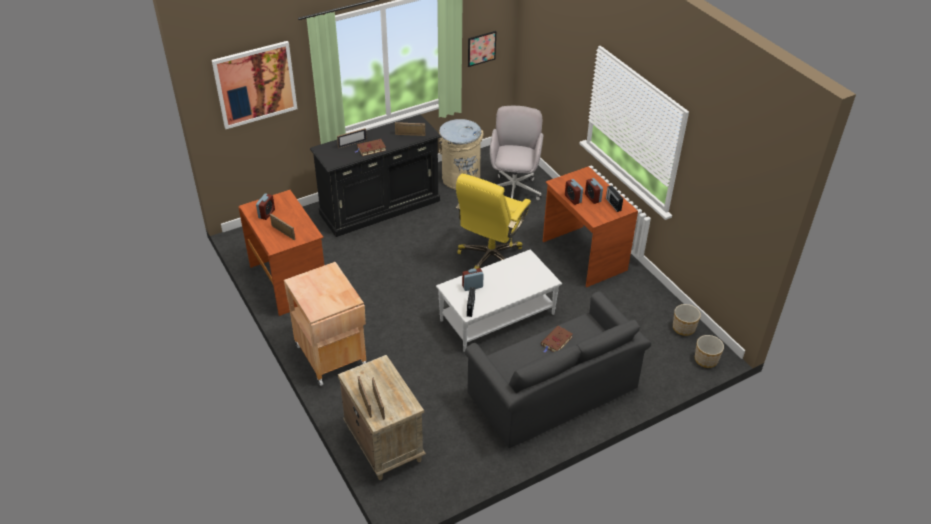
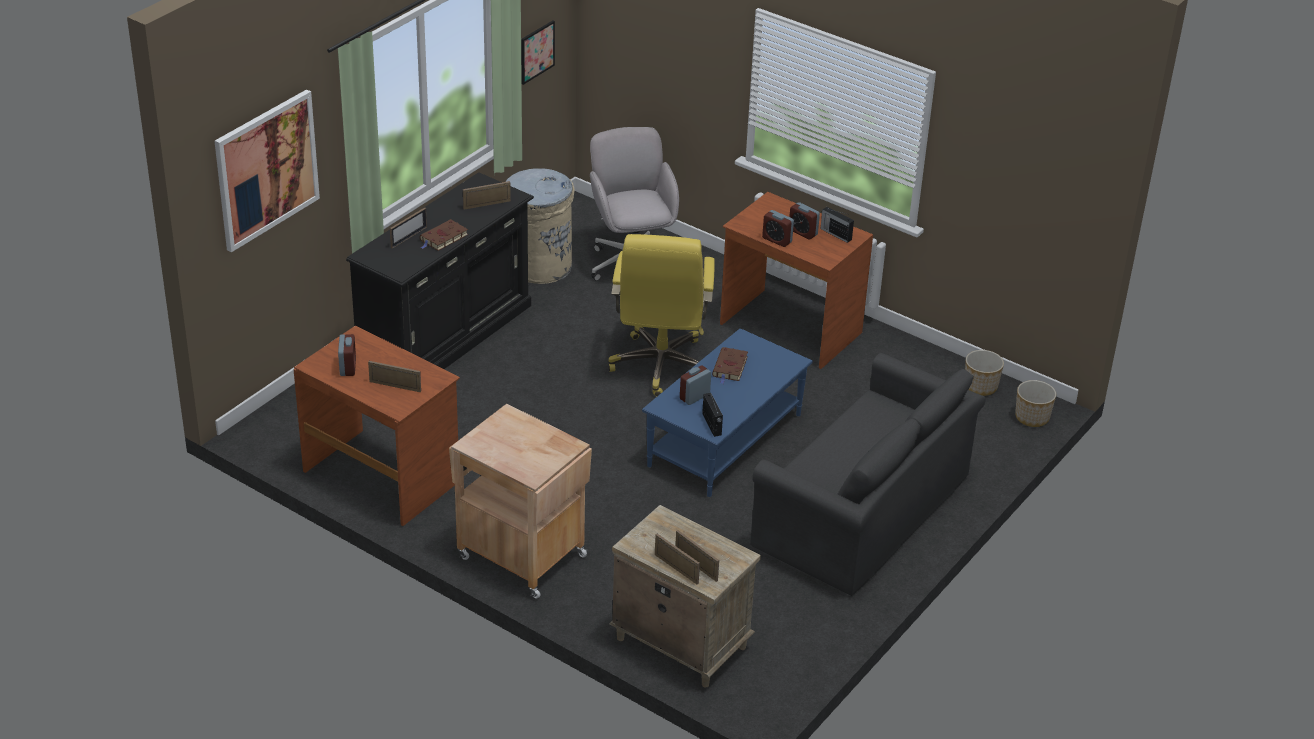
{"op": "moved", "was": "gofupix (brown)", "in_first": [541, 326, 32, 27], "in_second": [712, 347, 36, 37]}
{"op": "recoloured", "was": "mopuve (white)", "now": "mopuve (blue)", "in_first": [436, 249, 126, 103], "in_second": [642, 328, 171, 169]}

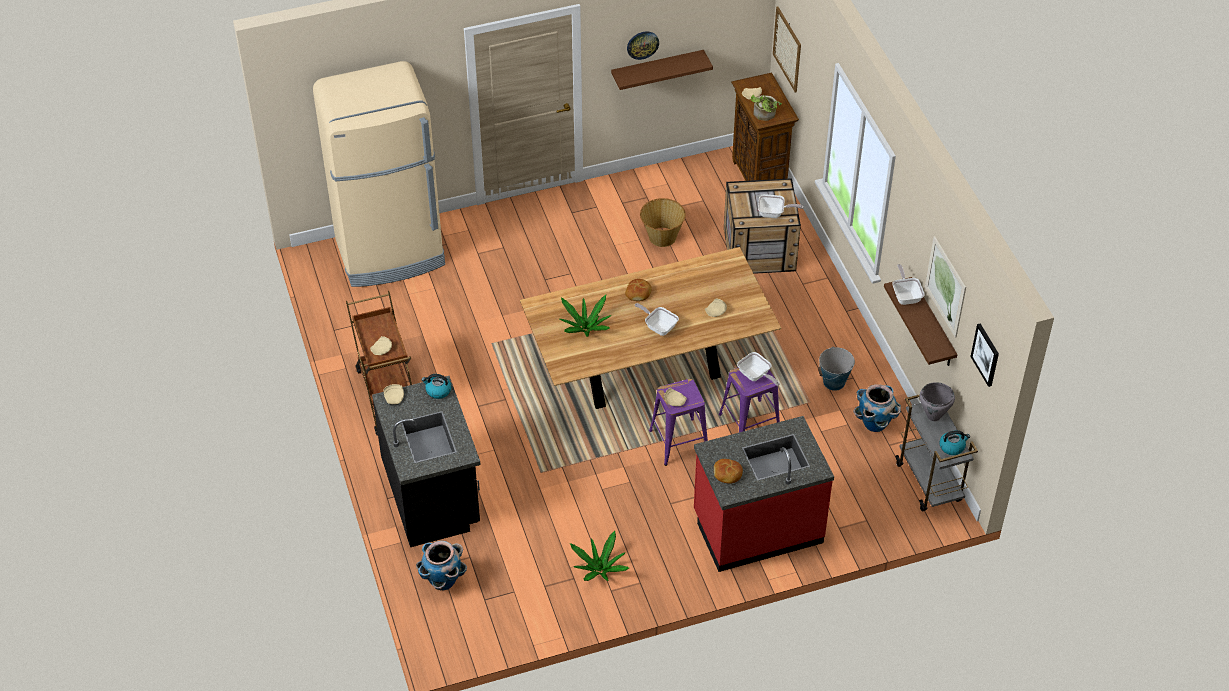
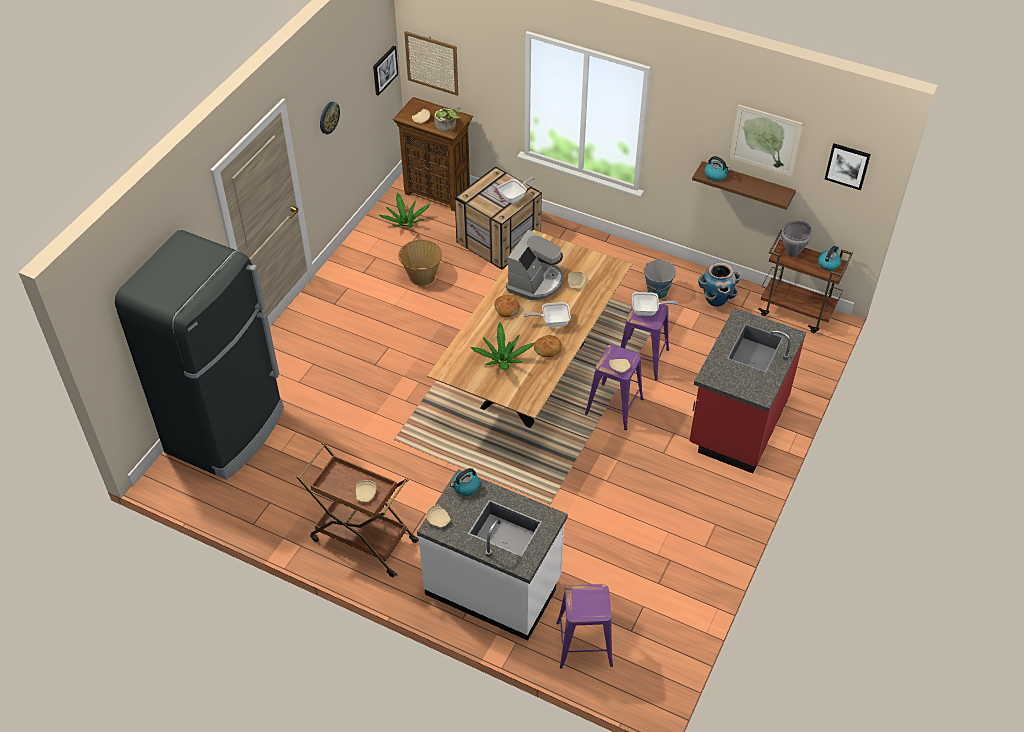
{"op": "removed", "was": "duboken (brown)", "in_first": [611, 50, 102, 40]}
{"op": "added", "now": "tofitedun", "in_second": [373, 45, 25, 51]}
{"op": "added", "now": "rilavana", "in_second": [506, 230, 58, 71]}
{"op": "moved", "was": "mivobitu", "in_first": [570, 531, 59, 50], "in_second": [379, 192, 51, 35]}
{"op": "moved", "was": "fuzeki", "in_first": [714, 459, 29, 25], "in_second": [534, 335, 28, 22]}
{"op": "replaced", "was": "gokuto", "now": "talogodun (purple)", "in_first": [416, 541, 51, 49], "in_second": [557, 584, 56, 85]}
{"op": "replaced", "was": "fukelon", "now": "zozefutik", "in_first": [892, 264, 33, 41], "in_second": [705, 156, 26, 25]}
{"op": "recoloured", "was": "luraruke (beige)", "now": "luraruke (black)", "in_first": [313, 61, 132, 226], "in_second": [115, 230, 169, 250]}
{"op": "recoloured", "was": "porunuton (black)", "now": "porunuton (white)", "in_first": [372, 376, 109, 171], "in_second": [417, 469, 151, 172]}
{"op": "recoloured", "was": "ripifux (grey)", "now": "ripifux (brown)", "in_first": [895, 394, 83, 118], "in_second": [758, 230, 95, 103]}

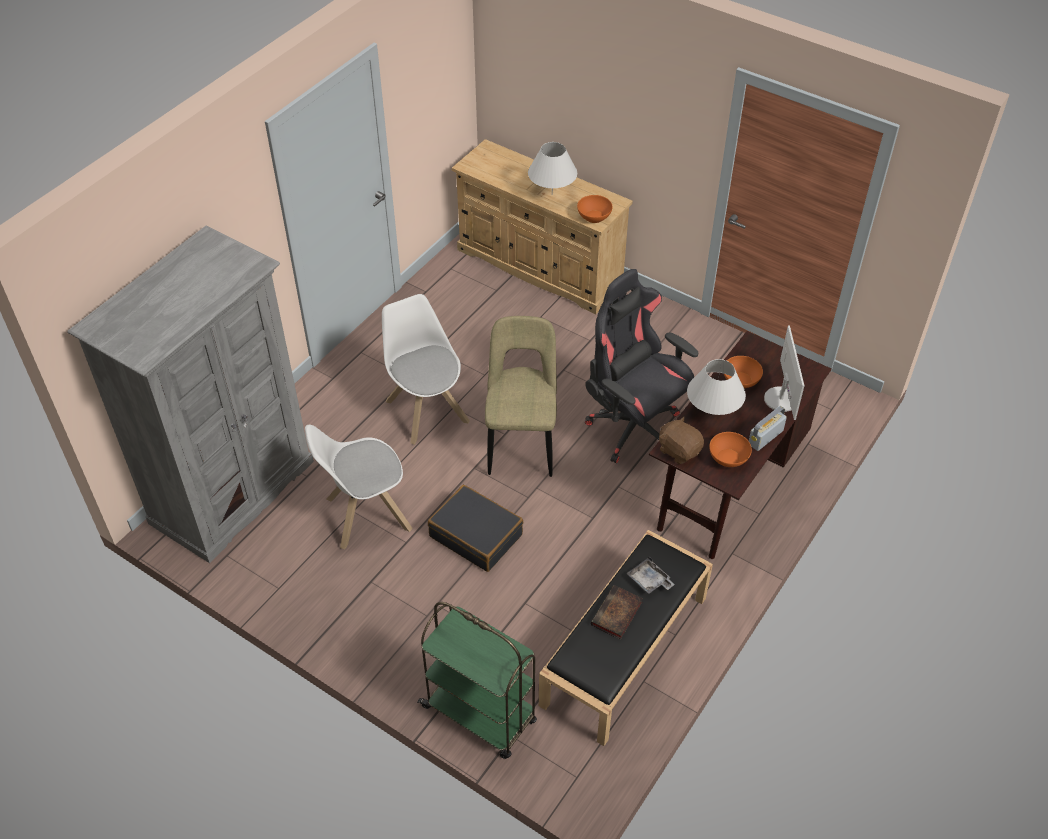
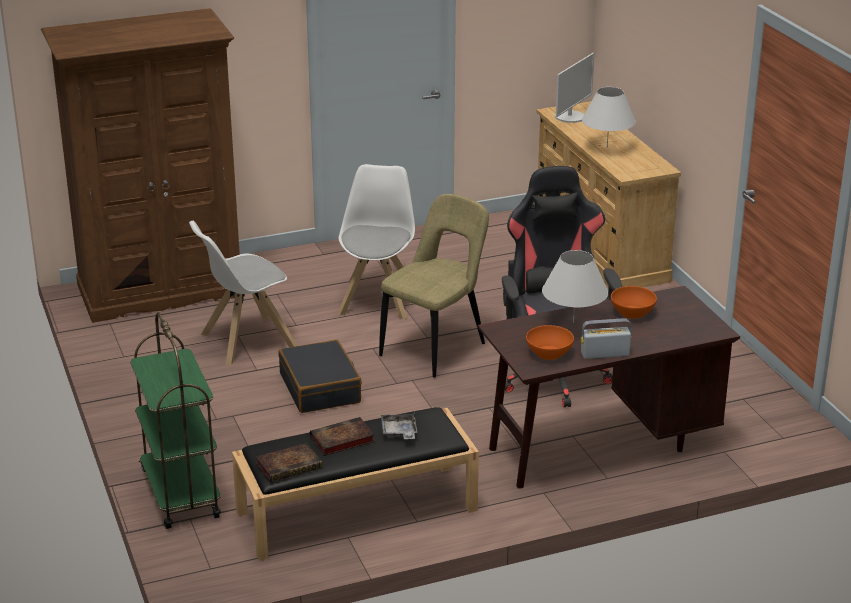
{"op": "removed", "was": "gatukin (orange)", "in_first": [577, 195, 35, 28]}
{"op": "removed", "was": "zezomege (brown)", "in_first": [659, 417, 45, 47]}
{"op": "added", "now": "gofupix", "in_second": [256, 443, 66, 39]}
{"op": "moved", "was": "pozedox", "in_first": [764, 326, 40, 94], "in_second": [555, 53, 39, 70]}
{"op": "recoloured", "was": "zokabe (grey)", "now": "zokabe (brown)", "in_first": [67, 225, 247, 338], "in_second": [41, 8, 204, 315]}
{"op": "turned", "was": "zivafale", "in_first": [305, 425, 108, 124], "in_second": [189, 221, 109, 144], "clockwise": -45}

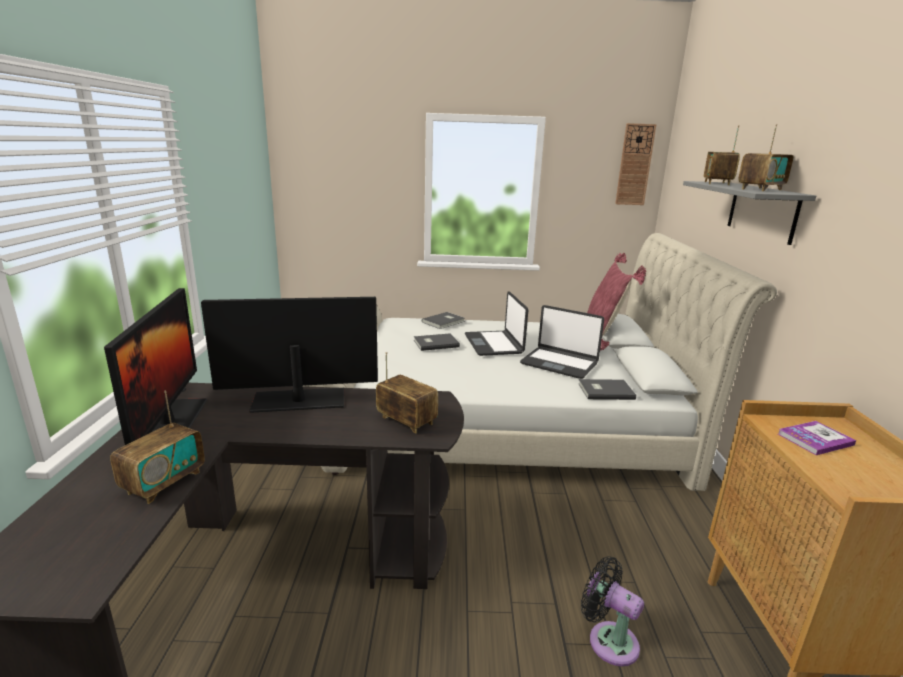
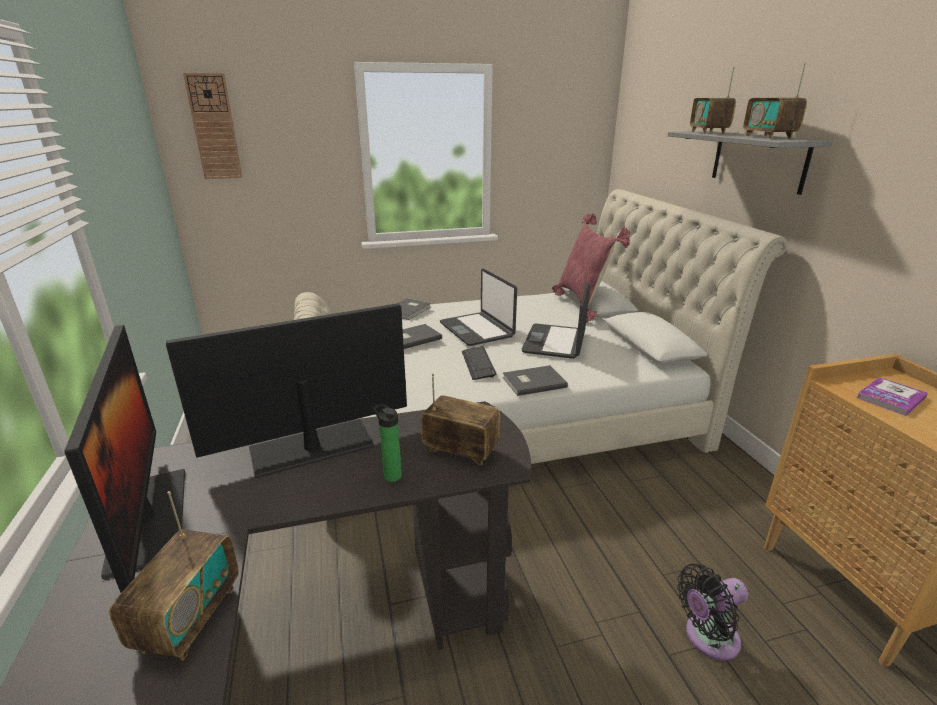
{"op": "added", "now": "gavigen", "in_second": [373, 403, 29, 79]}
{"op": "added", "now": "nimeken", "in_second": [462, 346, 34, 34]}
{"op": "moved", "was": "gofupix (grey)", "in_first": [578, 379, 58, 21], "in_second": [503, 365, 65, 31]}
{"op": "moved", "was": "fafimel", "in_first": [615, 123, 42, 82], "in_second": [183, 73, 60, 106]}
{"op": "turned", "was": "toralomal", "in_first": [520, 305, 84, 74], "in_second": [522, 282, 68, 77], "clockwise": 90}
{"op": "turned", "was": "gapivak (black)", "in_first": [581, 556, 63, 110], "in_second": [677, 564, 71, 97], "clockwise": -45}
{"op": "turned", "was": "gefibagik", "in_first": [739, 124, 54, 67], "in_second": [743, 63, 64, 76], "clockwise": 135}

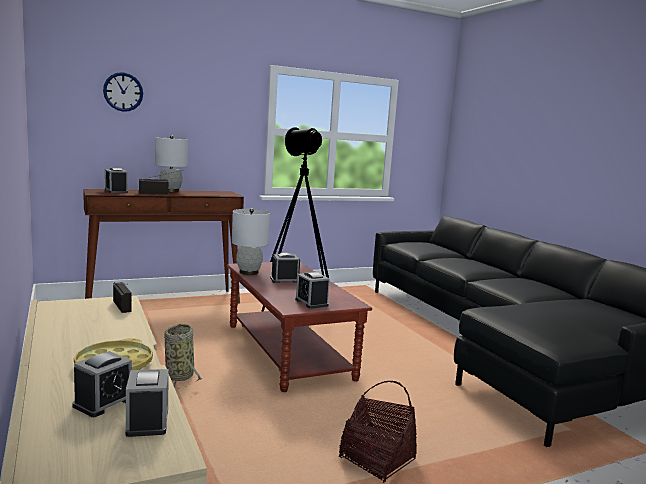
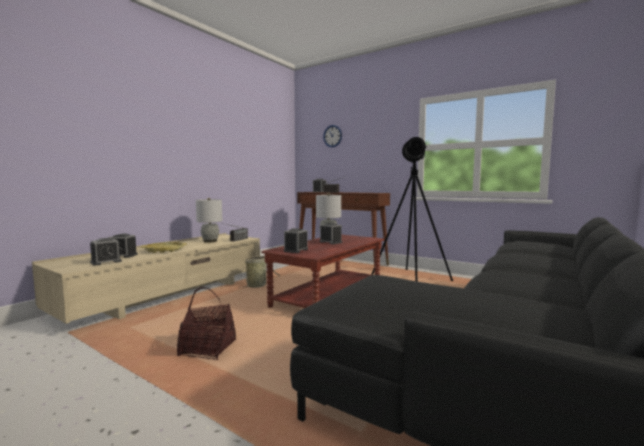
{"op": "moved", "was": "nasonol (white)", "in_first": [155, 135, 33, 57], "in_second": [196, 198, 26, 45]}

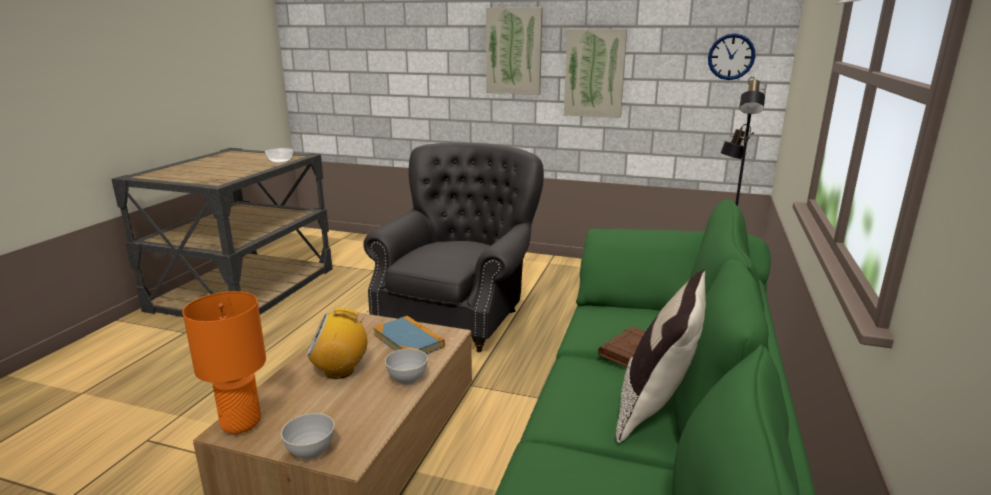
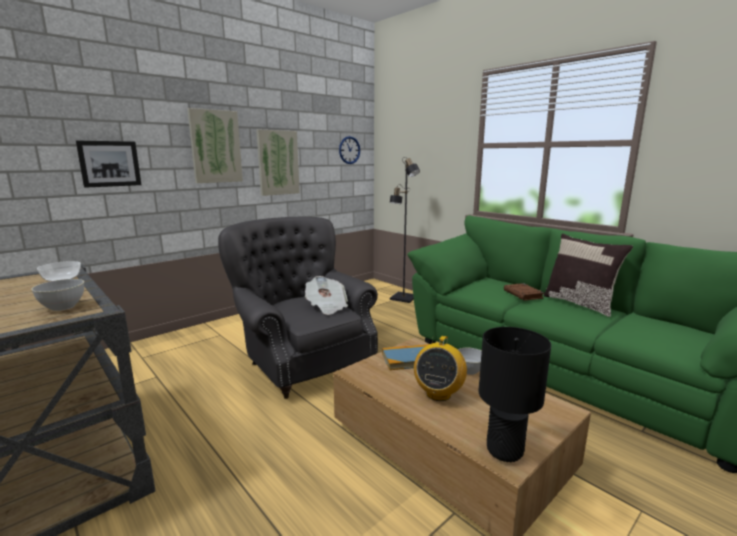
{"op": "added", "now": "tofitedun", "in_second": [76, 140, 65, 48]}
{"op": "added", "now": "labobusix", "in_second": [305, 276, 43, 39]}
{"op": "moved", "was": "gatukin (grey)", "in_first": [281, 413, 53, 47], "in_second": [31, 279, 53, 32]}
{"op": "recoloured", "was": "nasonol (orange)", "now": "nasonol (black)", "in_first": [182, 291, 84, 143], "in_second": [478, 327, 73, 135]}

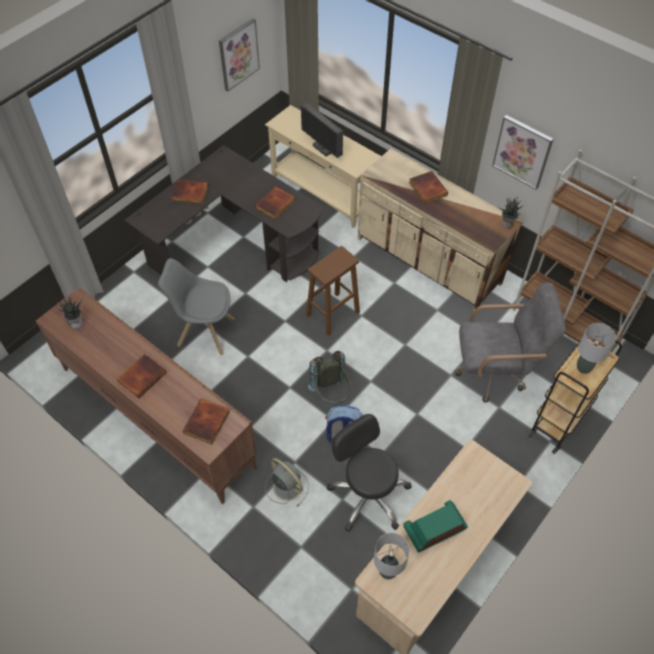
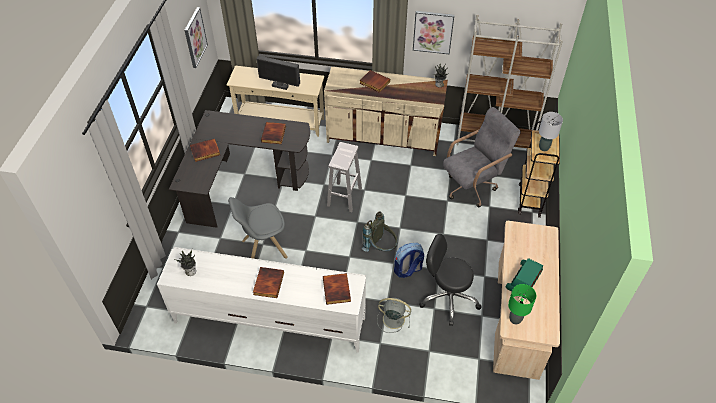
{"op": "recoloured", "was": "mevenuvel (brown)", "now": "mevenuvel (white)", "in_first": [36, 288, 221, 216], "in_second": [157, 247, 209, 106]}
{"op": "recoloured", "was": "talogodun (brown)", "now": "talogodun (white)", "in_first": [306, 246, 54, 90], "in_second": [327, 142, 35, 70]}
{"op": "recoloured", "was": "nasonol (grey)", "now": "nasonol (green)", "in_first": [374, 533, 36, 46], "in_second": [508, 284, 28, 40]}

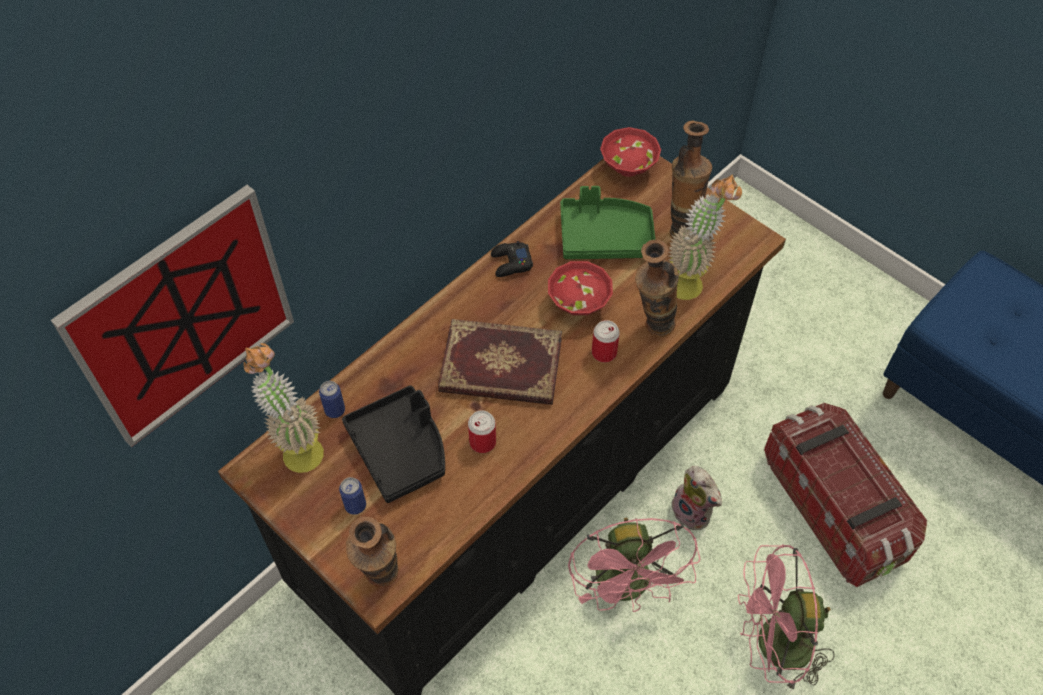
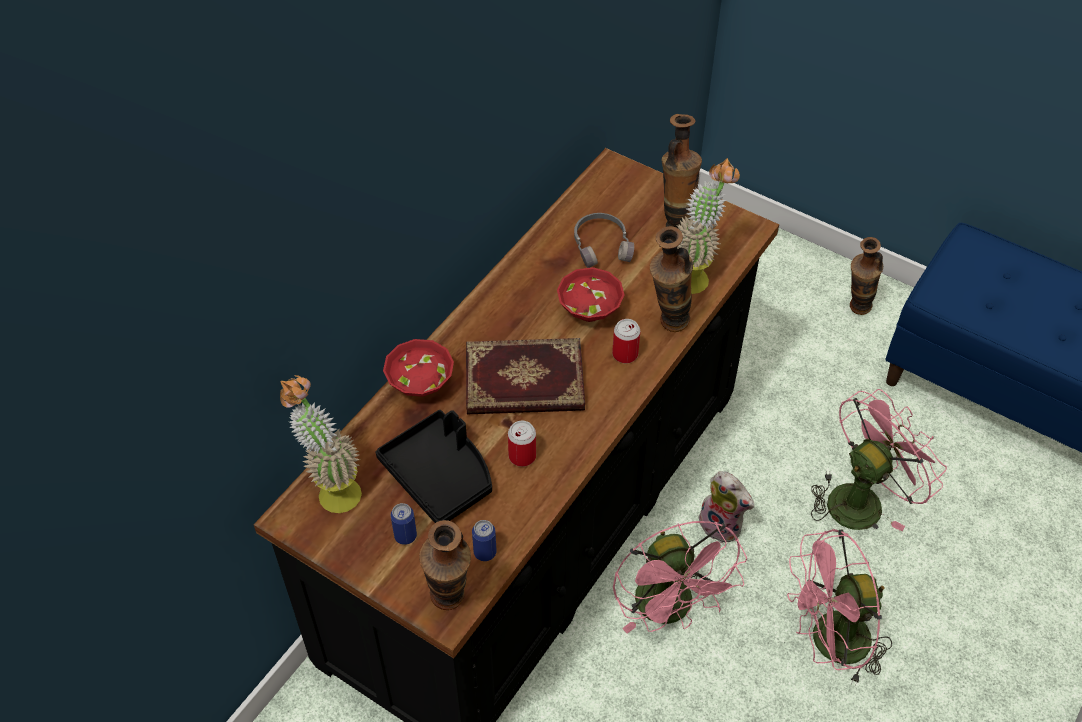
{"op": "removed", "was": "tofitedun", "in_first": [51, 185, 243, 262]}
{"op": "removed", "was": "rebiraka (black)", "in_first": [491, 241, 42, 36]}
{"op": "added", "now": "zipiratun", "in_second": [850, 237, 33, 78]}
{"op": "moved", "was": "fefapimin", "in_first": [319, 381, 26, 37], "in_second": [472, 520, 25, 41]}
{"op": "moved", "was": "gatukin (red)", "in_first": [600, 127, 61, 50], "in_second": [383, 339, 71, 58]}
{"op": "replaced", "was": "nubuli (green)", "now": "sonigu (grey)", "in_first": [560, 186, 96, 73], "in_second": [574, 213, 60, 55]}
{"op": "replaced", "was": "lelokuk", "now": "gapivak (pink)", "in_first": [764, 403, 163, 184], "in_second": [811, 389, 136, 142]}

